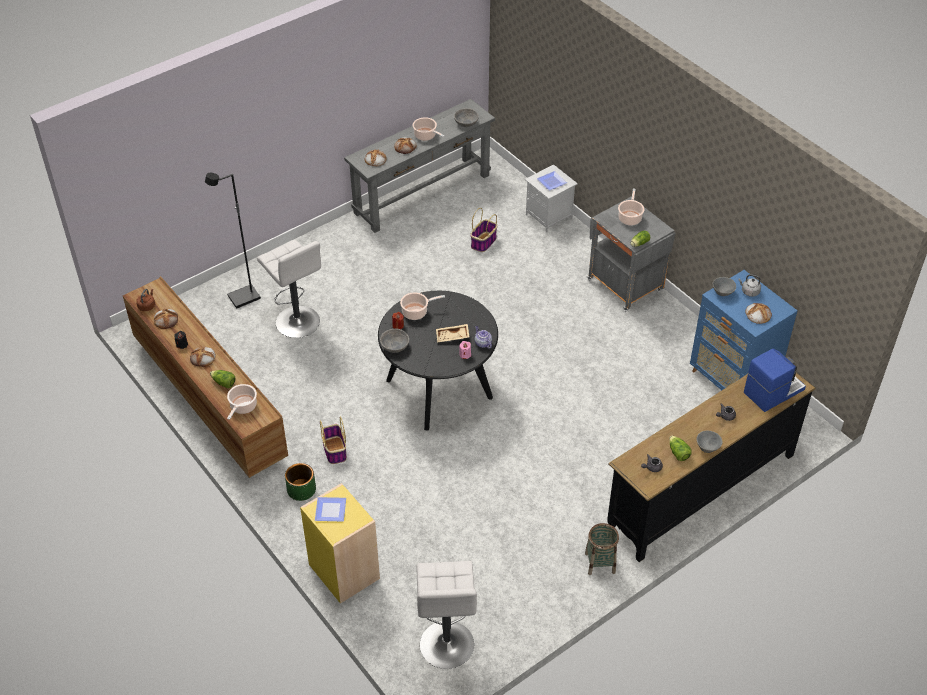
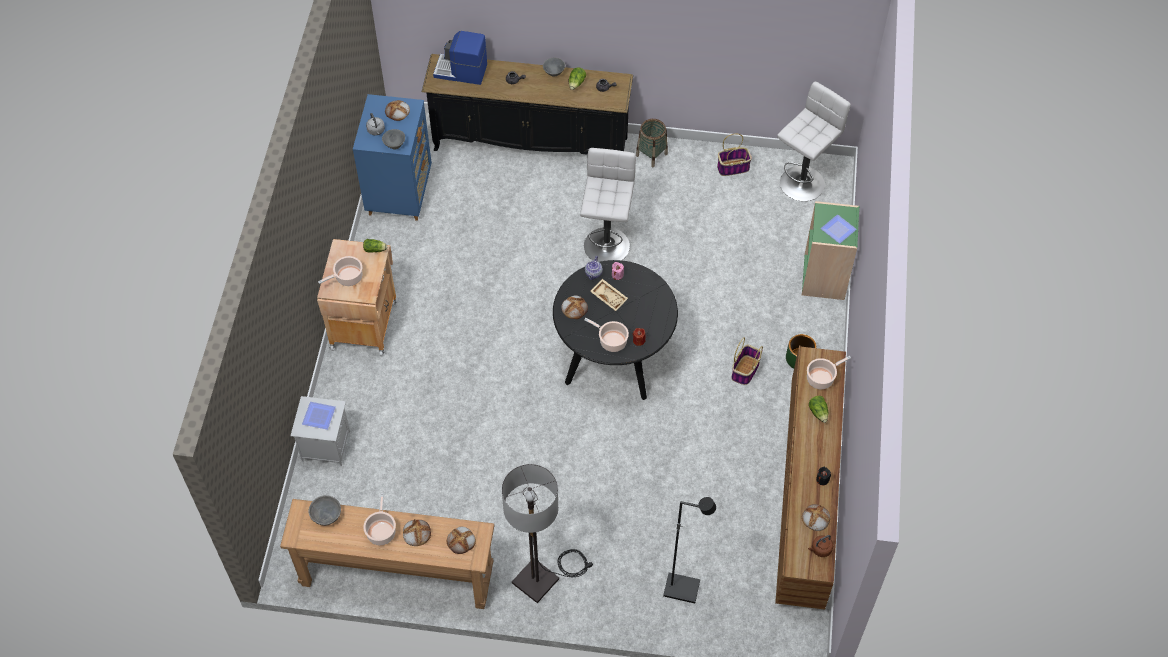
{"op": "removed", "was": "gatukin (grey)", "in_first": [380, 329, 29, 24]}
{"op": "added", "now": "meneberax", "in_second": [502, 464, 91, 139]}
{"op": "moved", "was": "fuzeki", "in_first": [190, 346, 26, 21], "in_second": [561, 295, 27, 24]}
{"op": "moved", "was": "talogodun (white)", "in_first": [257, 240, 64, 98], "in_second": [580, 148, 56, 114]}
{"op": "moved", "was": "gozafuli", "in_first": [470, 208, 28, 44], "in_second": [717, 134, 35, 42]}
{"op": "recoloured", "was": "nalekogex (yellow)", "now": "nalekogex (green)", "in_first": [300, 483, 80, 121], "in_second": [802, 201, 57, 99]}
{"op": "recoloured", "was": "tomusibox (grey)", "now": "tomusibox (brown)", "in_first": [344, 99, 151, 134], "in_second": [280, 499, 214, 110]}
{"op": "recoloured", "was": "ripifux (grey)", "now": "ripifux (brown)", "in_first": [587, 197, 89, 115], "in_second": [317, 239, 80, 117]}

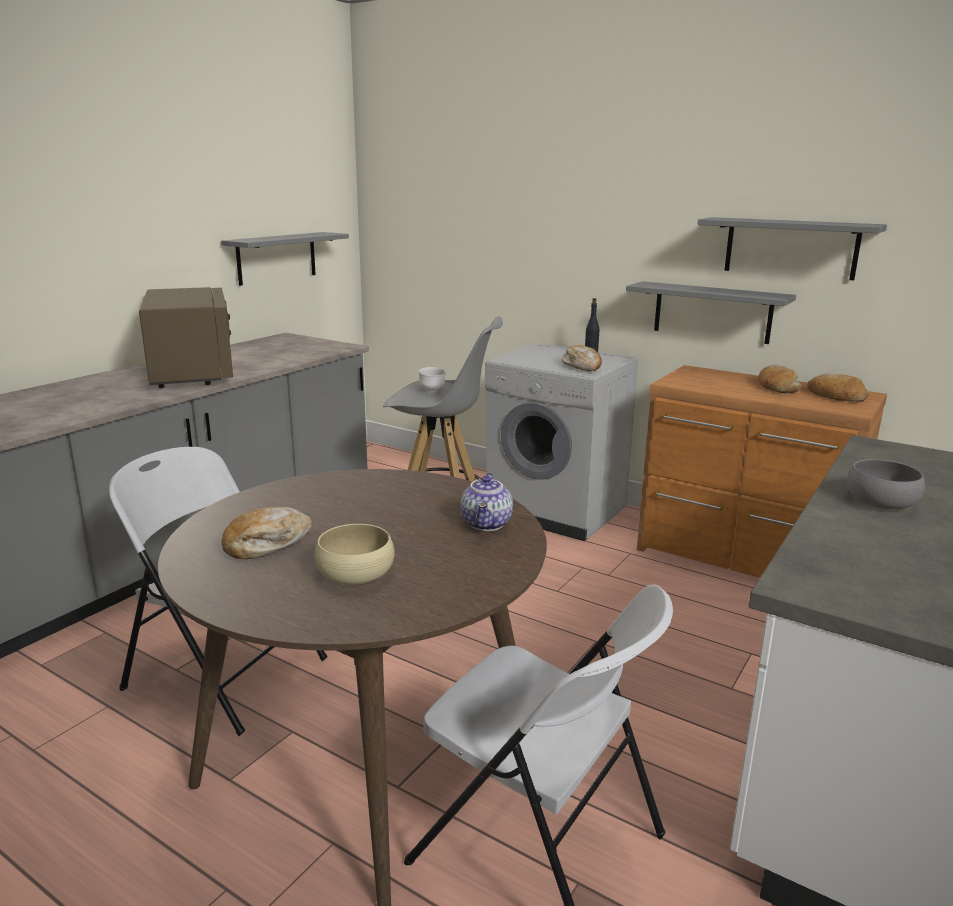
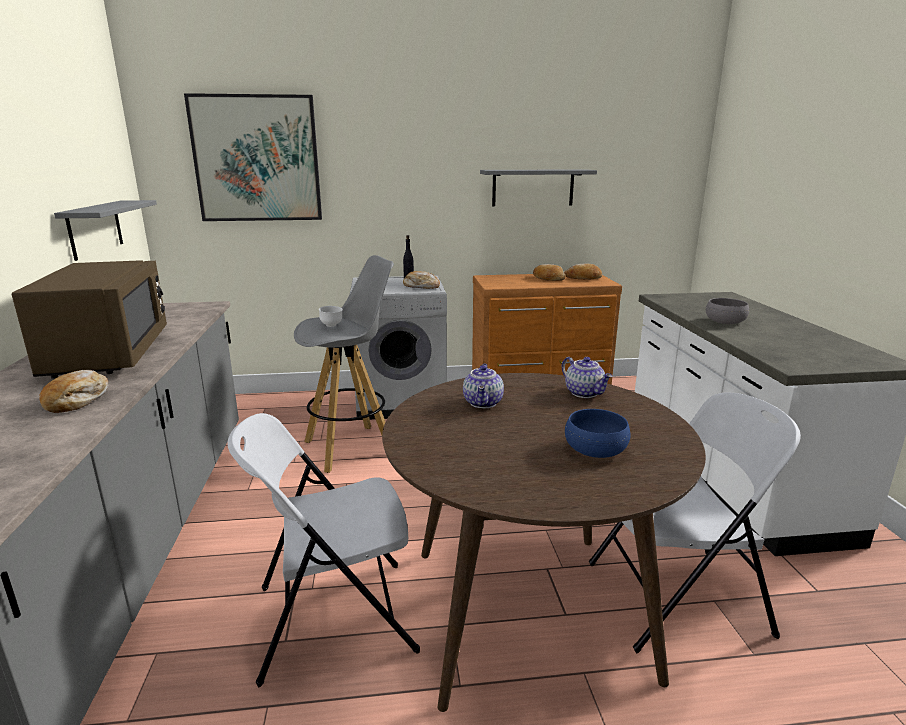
{"op": "removed", "was": "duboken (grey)", "in_first": [626, 281, 170, 63]}
{"op": "added", "now": "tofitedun", "in_second": [184, 93, 138, 128]}
{"op": "added", "now": "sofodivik", "in_second": [463, 363, 41, 45]}
{"op": "moved", "was": "fuzeki", "in_first": [222, 507, 90, 52], "in_second": [39, 370, 69, 43]}
{"op": "recoloured", "was": "gatukin (beige)", "now": "gatukin (blue)", "in_first": [315, 524, 80, 61], "in_second": [565, 409, 66, 49]}
{"op": "turned", "was": "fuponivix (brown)", "in_first": [139, 287, 94, 101], "in_second": [12, 260, 155, 119], "clockwise": 45}

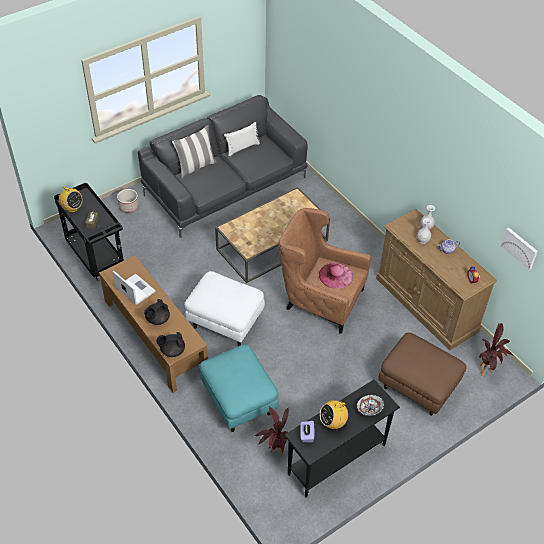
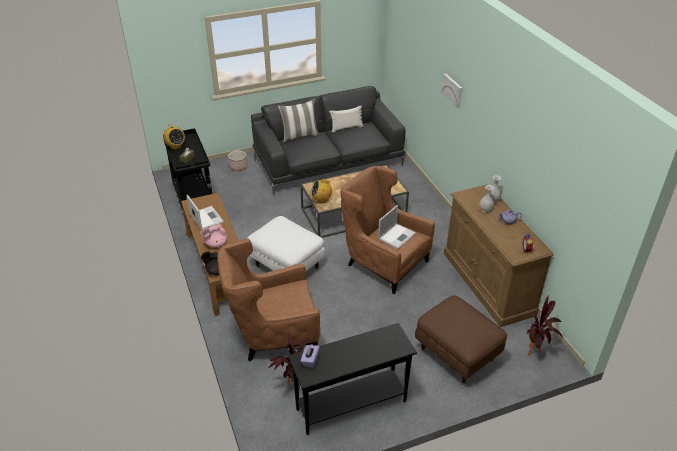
{"op": "removed", "was": "gatukin", "in_first": [356, 395, 28, 21]}
{"op": "moved", "was": "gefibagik", "in_first": [320, 397, 28, 32], "in_second": [311, 179, 21, 24]}
{"op": "moved", "was": "tofitedun", "in_first": [501, 228, 37, 42], "in_second": [441, 74, 21, 34]}
{"op": "replaced", "was": "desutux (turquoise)", "now": "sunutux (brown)", "in_first": [199, 344, 80, 88], "in_second": [217, 238, 103, 123]}
{"op": "replaced", "was": "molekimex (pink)", "now": "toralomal", "in_first": [319, 263, 34, 26], "in_second": [378, 205, 38, 44]}
{"op": "recoloured", "was": "sofodivik (black)", "now": "sofodivik (pink)", "in_first": [144, 299, 26, 26], "in_second": [201, 223, 26, 25]}

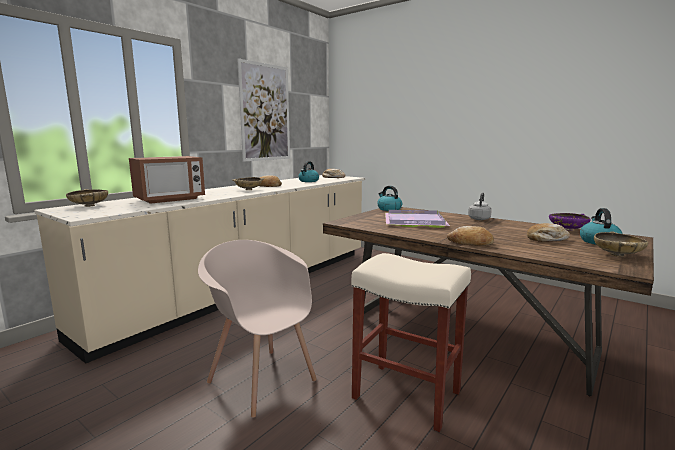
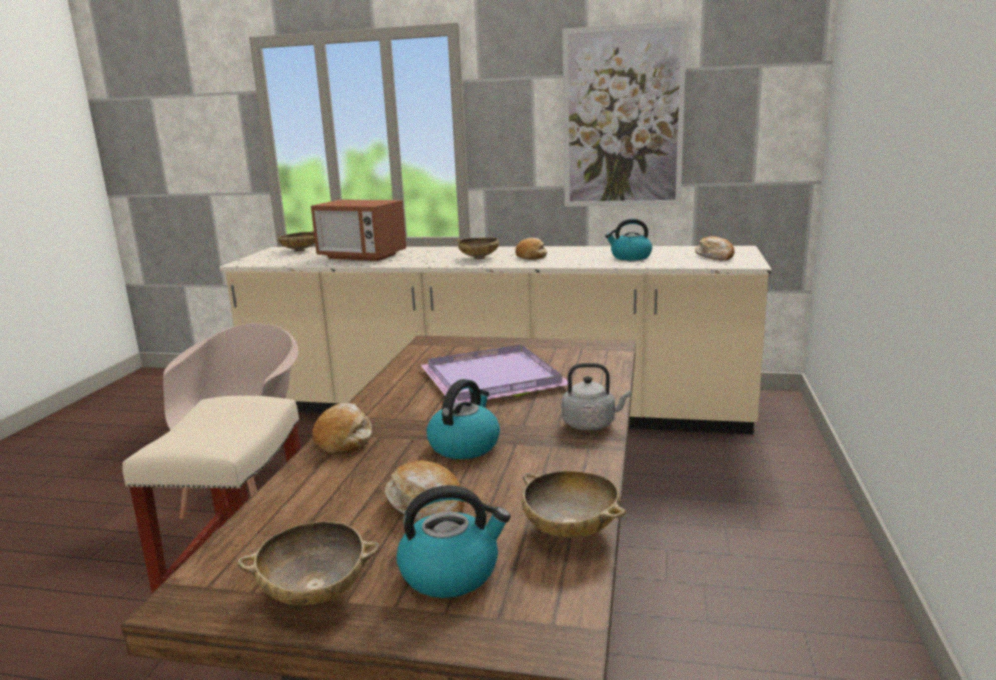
{"op": "moved", "was": "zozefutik", "in_first": [377, 186, 25, 25], "in_second": [427, 379, 73, 80]}
{"op": "recoloured", "was": "gatukin (purple)", "now": "gatukin (beige)", "in_first": [549, 213, 42, 18], "in_second": [522, 471, 104, 67]}

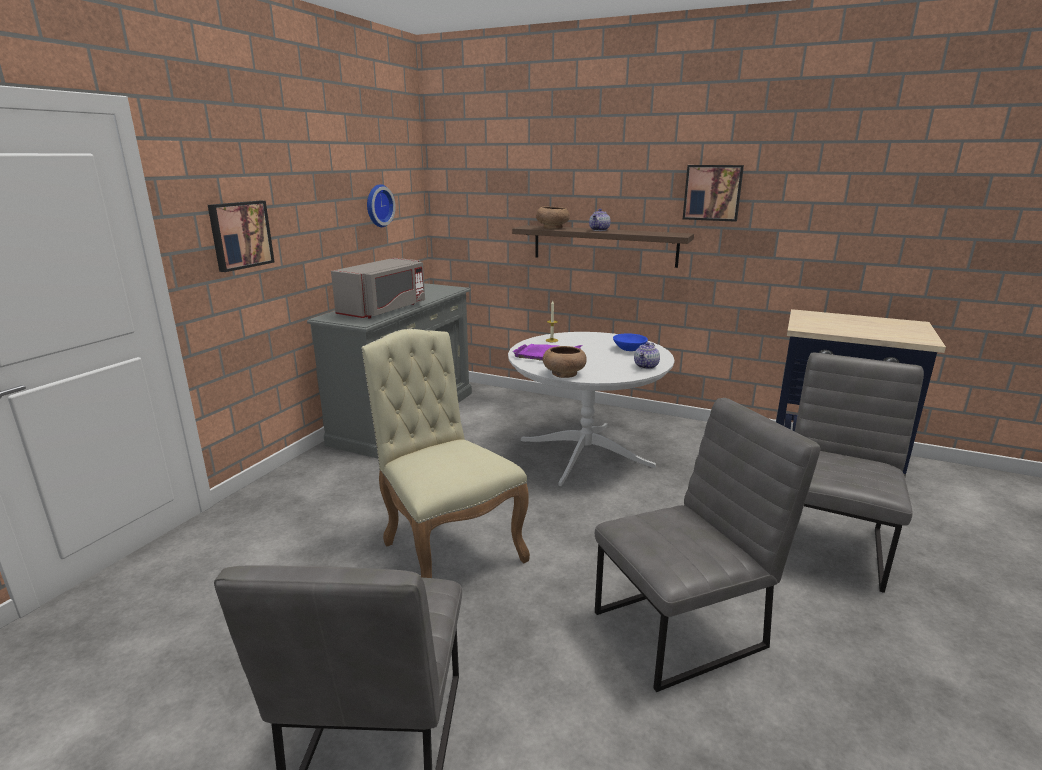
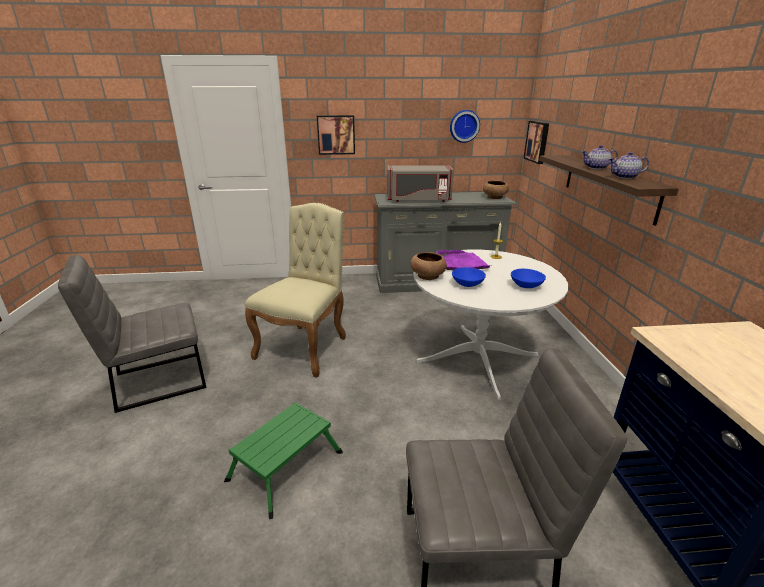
{"op": "added", "now": "gatukin (blue)", "in_second": [452, 267, 34, 20]}
{"op": "moved", "was": "gatukin (brown)", "in_first": [536, 206, 34, 23], "in_second": [483, 180, 26, 19]}
{"op": "moved", "was": "sofodivik", "in_first": [634, 342, 26, 27], "in_second": [609, 152, 40, 27]}
{"op": "moved", "was": "tofitedun", "in_first": [683, 165, 61, 57], "in_second": [524, 121, 25, 43]}
{"op": "replaced", "was": "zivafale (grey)", "now": "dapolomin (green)", "in_first": [595, 398, 225, 294], "in_second": [224, 402, 119, 117]}

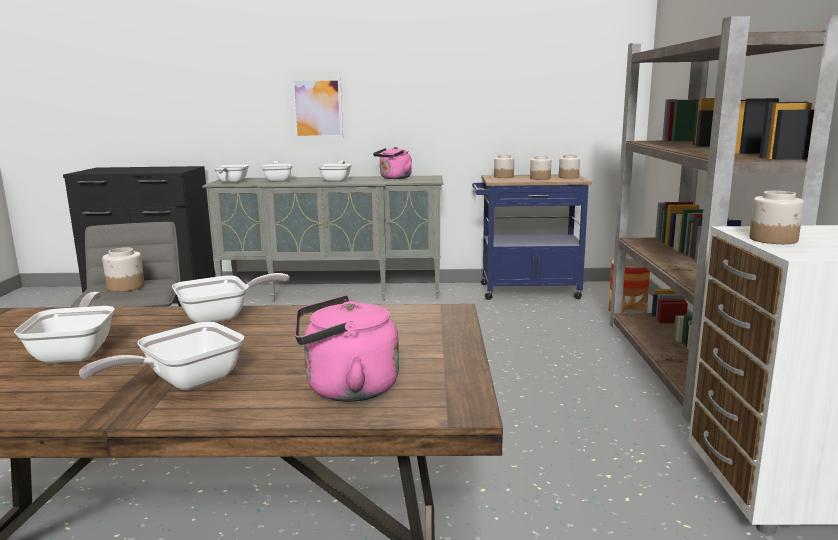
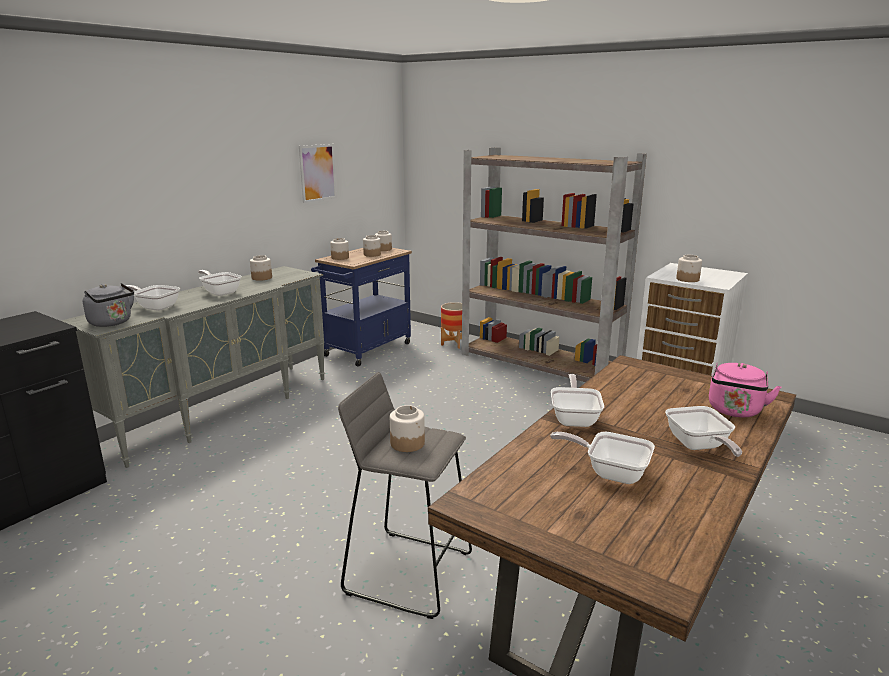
{"op": "moved", "was": "tofitedun", "in_first": [291, 78, 52, 61], "in_second": [299, 144, 38, 59]}
{"op": "replaced", "was": "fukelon", "now": "zozefutik (grey)", "in_first": [213, 165, 36, 18], "in_second": [83, 283, 51, 44]}
{"op": "replaced", "was": "zozefutik (pink)", "now": "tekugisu", "in_first": [373, 147, 39, 32], "in_second": [250, 255, 22, 26]}

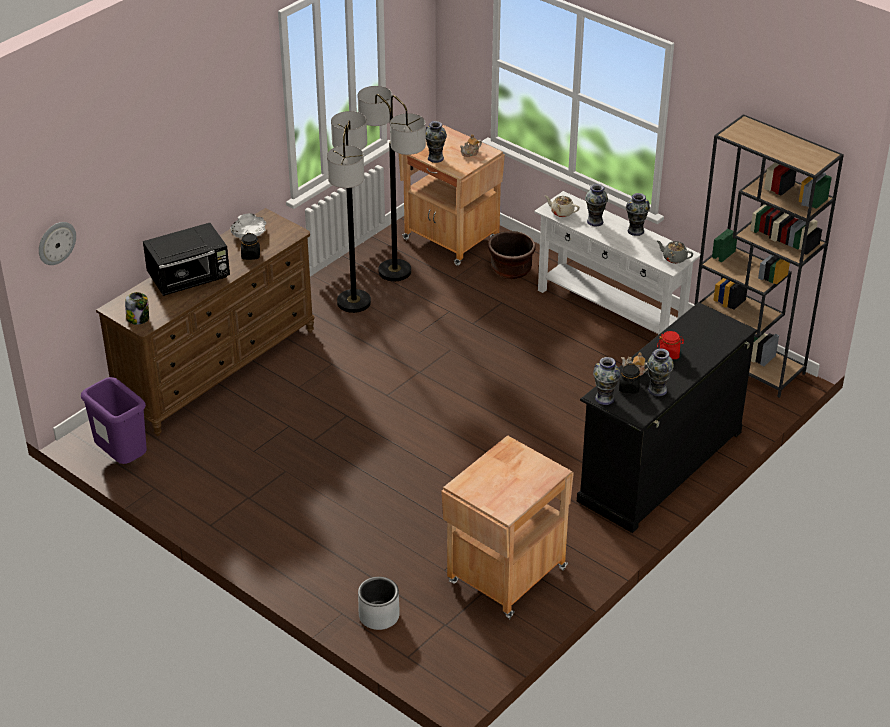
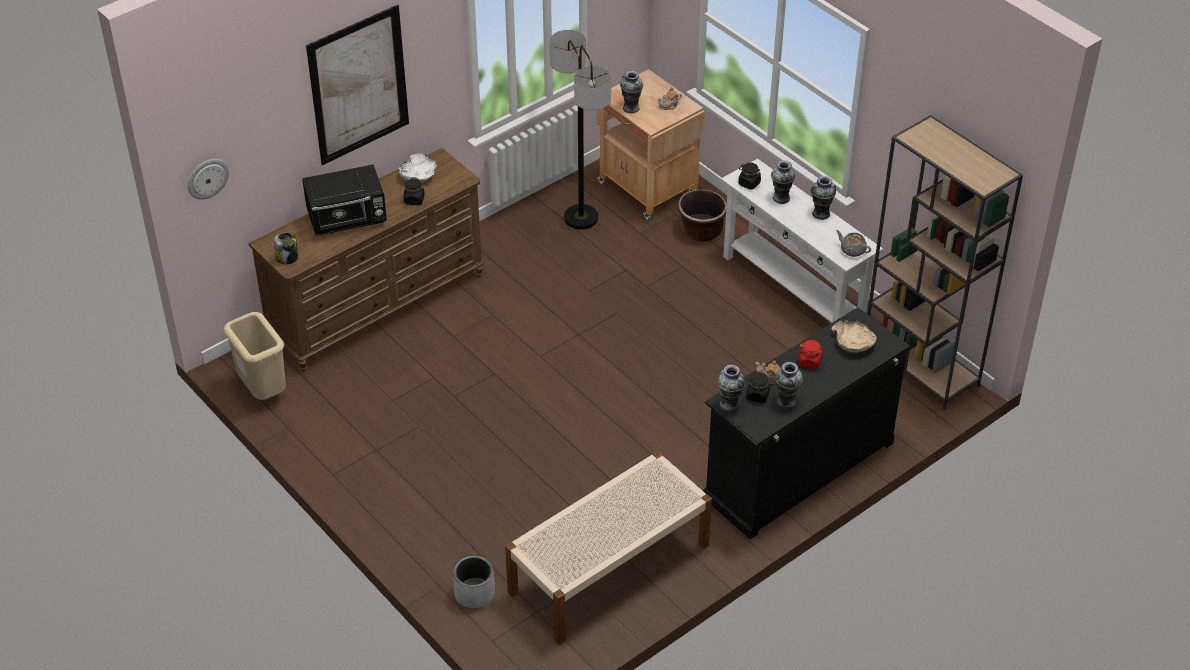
{"op": "removed", "was": "meneberax", "in_first": [327, 111, 44, 202]}
{"op": "added", "now": "tofitedun", "in_second": [306, 5, 103, 160]}
{"op": "added", "now": "gatukin (beige)", "in_second": [831, 320, 46, 33]}
{"op": "replaced", "was": "ripifux (brown)", "now": "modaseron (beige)", "in_first": [441, 435, 133, 185], "in_second": [505, 451, 207, 194]}
{"op": "replaced", "was": "sofodivik (beige)", "now": "tekugisu (black)", "in_first": [545, 196, 35, 21], "in_second": [738, 163, 23, 27]}
{"op": "recoloured", "was": "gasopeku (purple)", "now": "gasopeku (beige)", "in_first": [81, 377, 66, 87], "in_second": [223, 312, 63, 88]}

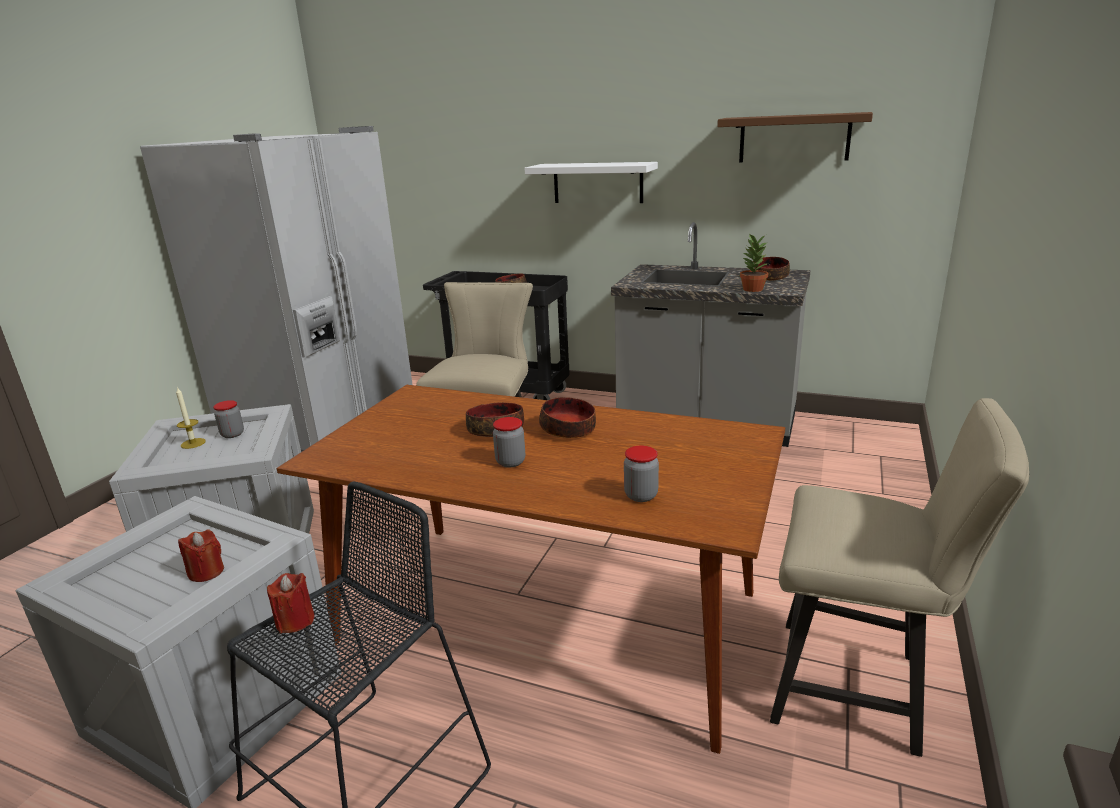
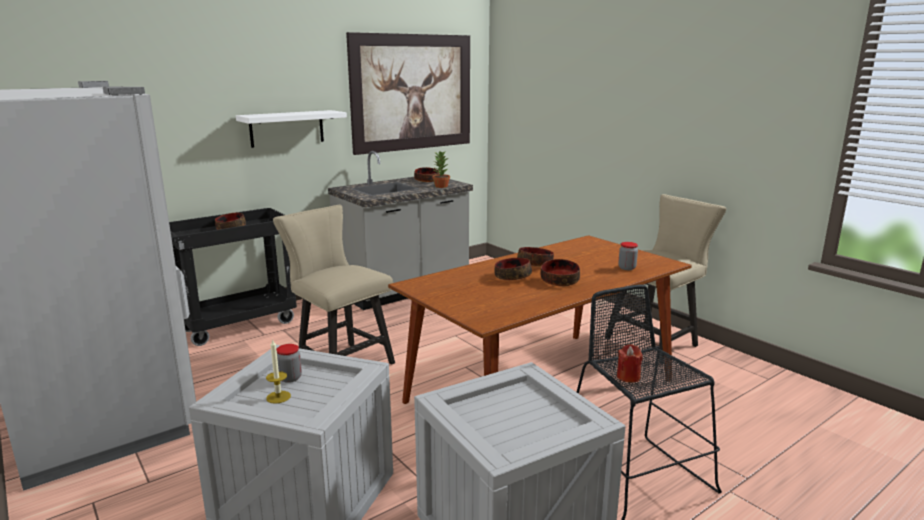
{"op": "removed", "was": "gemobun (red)", "in_first": [178, 530, 46, 52]}
{"op": "replaced", "was": "tekugisu", "now": "gatukin", "in_first": [493, 417, 32, 51], "in_second": [541, 259, 39, 27]}
{"op": "replaced", "was": "duboken (brown)", "now": "tofitedun", "in_first": [717, 112, 156, 50], "in_second": [346, 32, 124, 123]}

